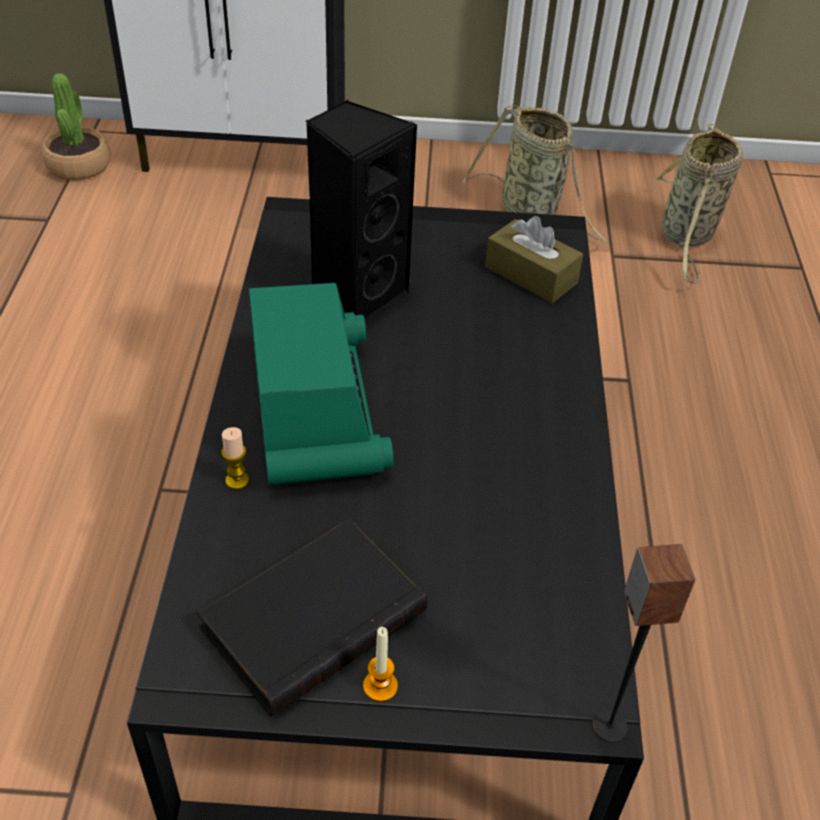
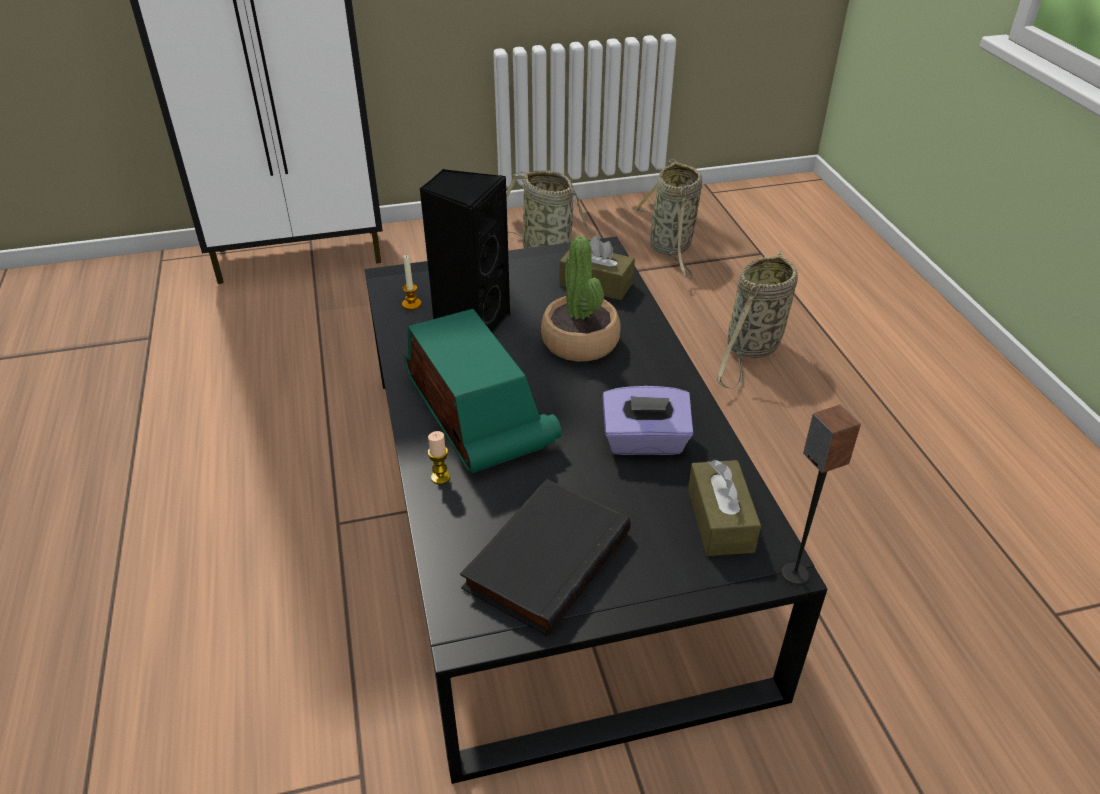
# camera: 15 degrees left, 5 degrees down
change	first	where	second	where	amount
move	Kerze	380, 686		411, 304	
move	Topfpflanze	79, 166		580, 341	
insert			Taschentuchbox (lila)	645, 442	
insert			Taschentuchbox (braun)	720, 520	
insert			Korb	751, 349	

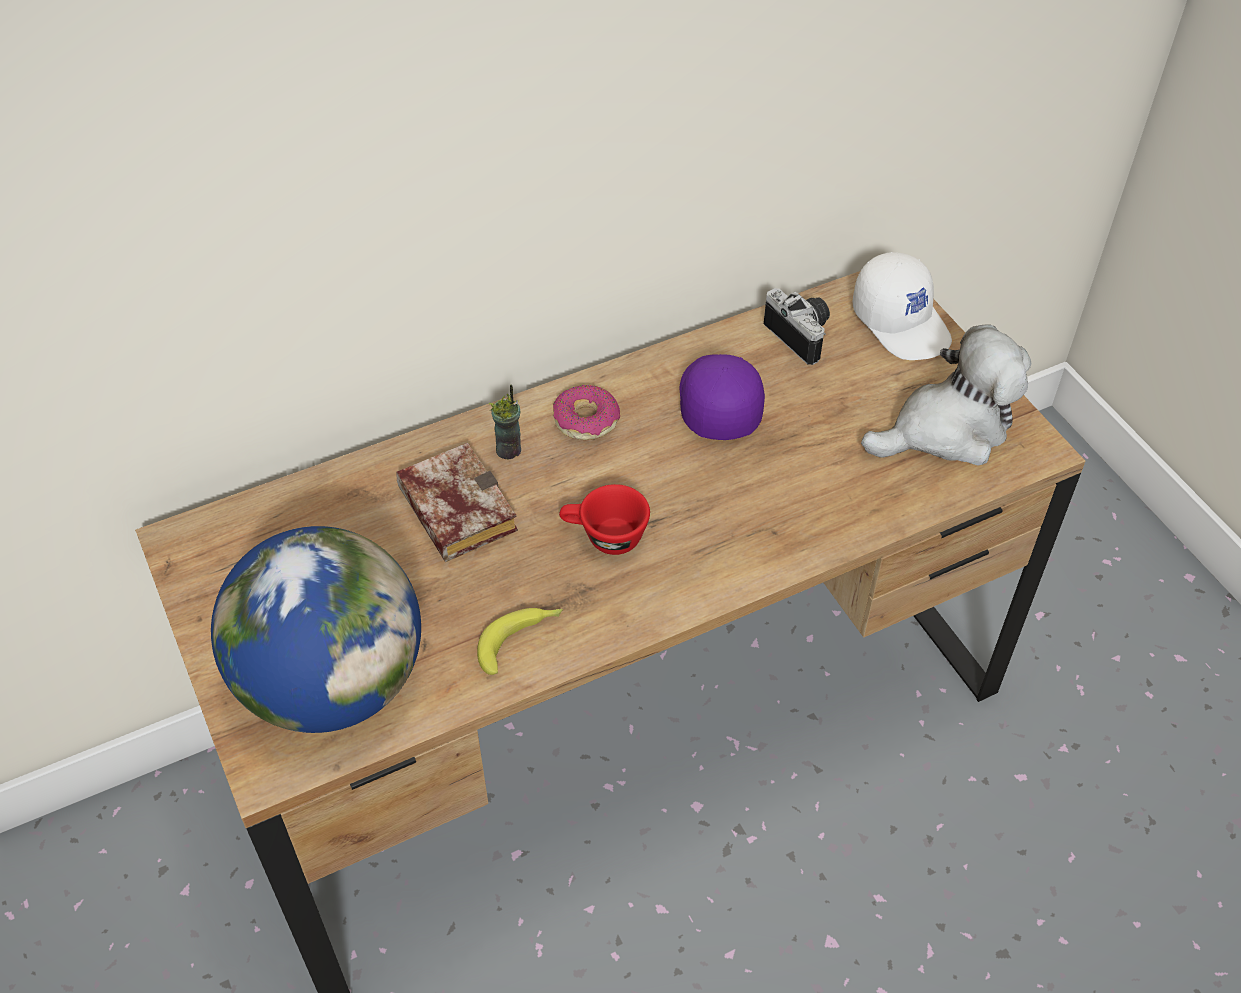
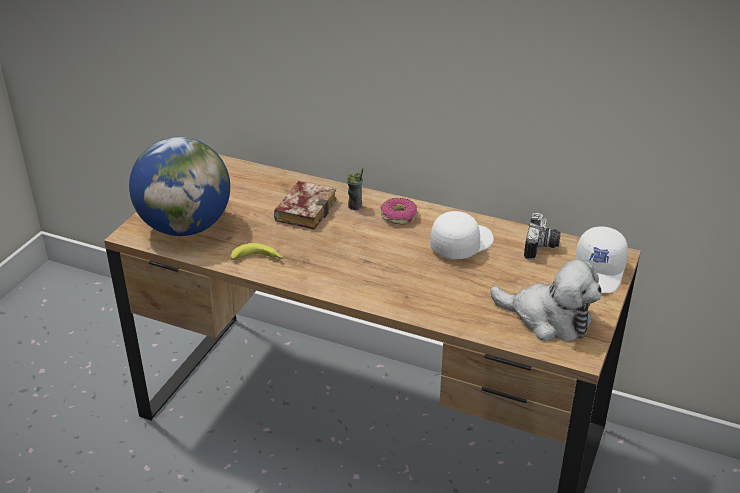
# camera: 50 degrees right, 15 degrees down
change	first	where	second	where	amount
recolor	Kappe (lila)	717, 403	Kappe (weiß)	461, 244	
delete	Tasse (rot)	604, 537			

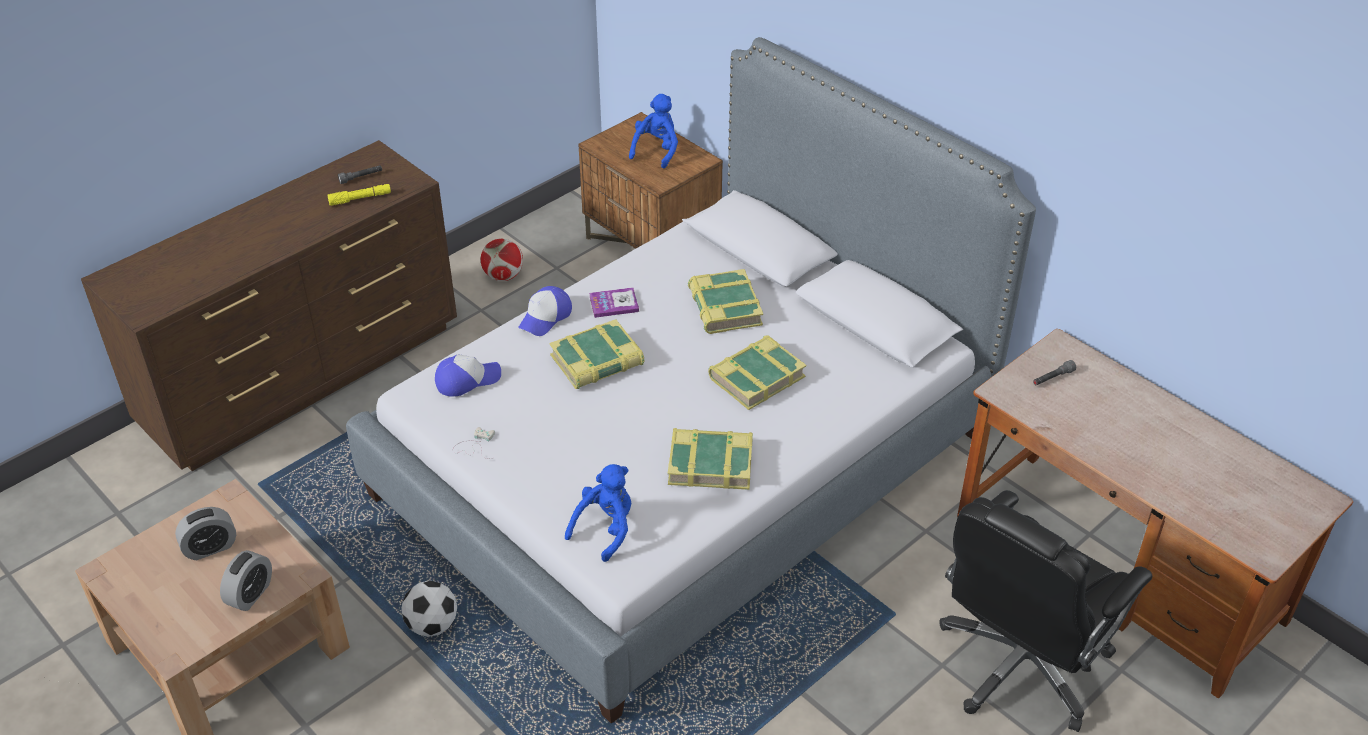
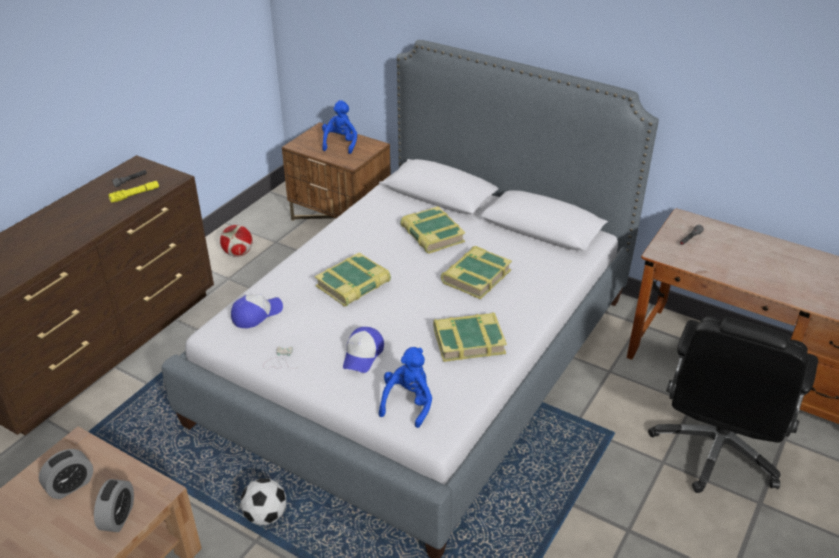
# camera: 15 degrees left, 5 degrees down
change	first	where	second	where	amount
move	Kappe	545, 317		363, 355	
delete	Buch	614, 304			

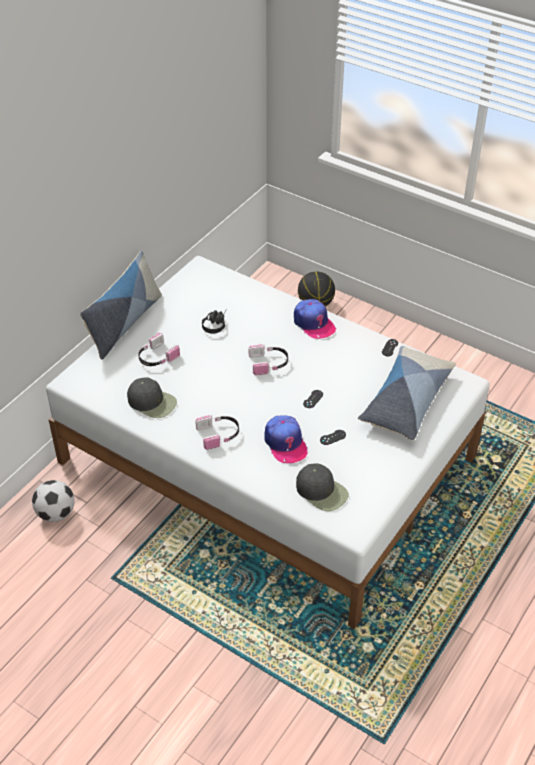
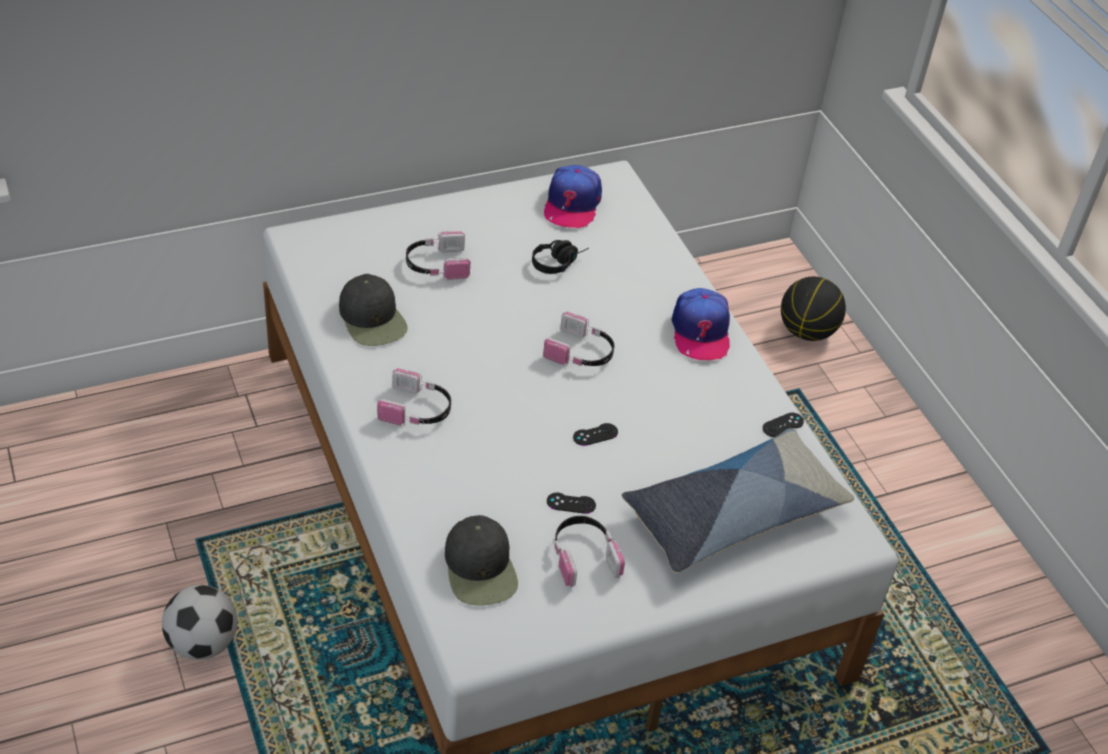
# camera: 30 degrees right, 0 degrees up
change	first	where	second	where	amount
move	Fußball	56, 513		203, 643	
move	Kappe	285, 443		572, 204	
insert			Kopfhörer	583, 556	
delete	Kissen	124, 324			

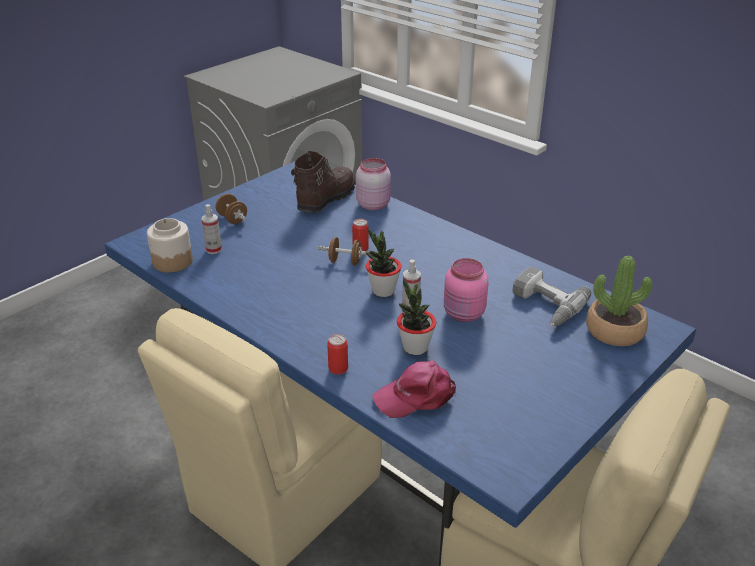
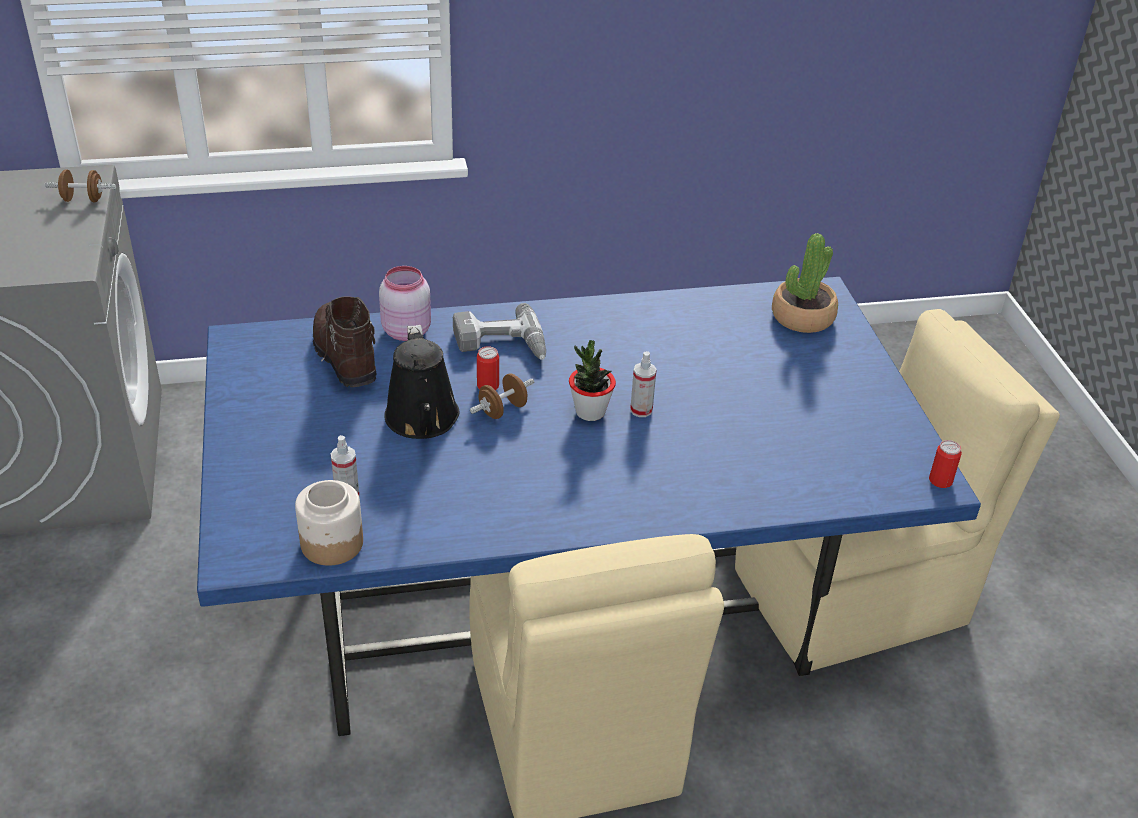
# camera: 55 degrees left, 5 degrees up
change	first	where	second	where	amount
move	Hantel (braun)	232, 219		83, 199	
insert			Gießkanne (schwarz)	423, 420	
move	Bohrmaschine	544, 305		501, 346	
move	Dose	338, 368		940, 480	
delete	Kappe (rosa)	416, 396			
delete	Topfpflanze	415, 347			
delete	Vorratsglas (rosa)	464, 314			

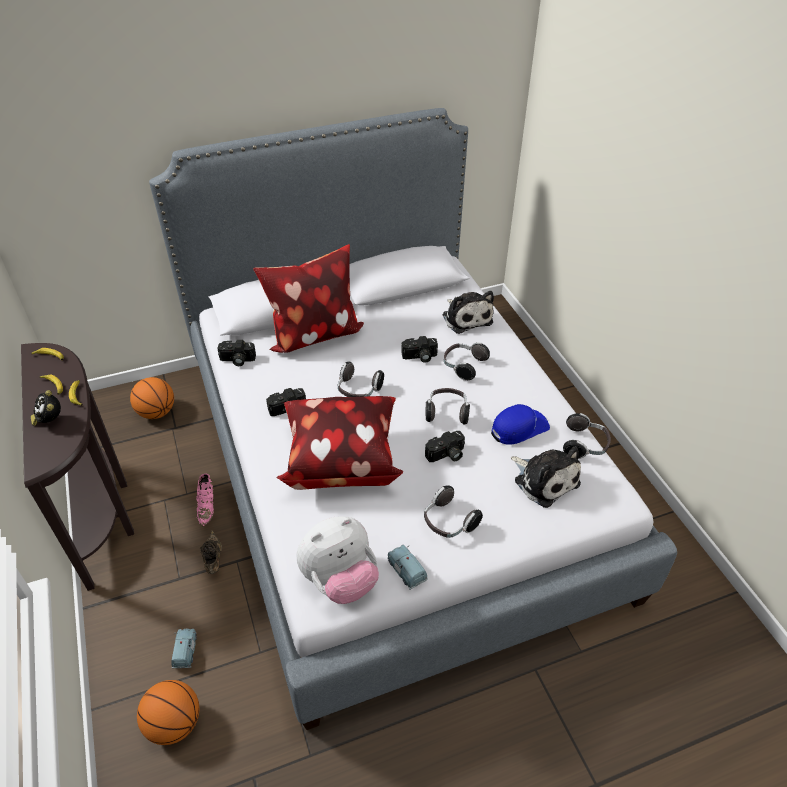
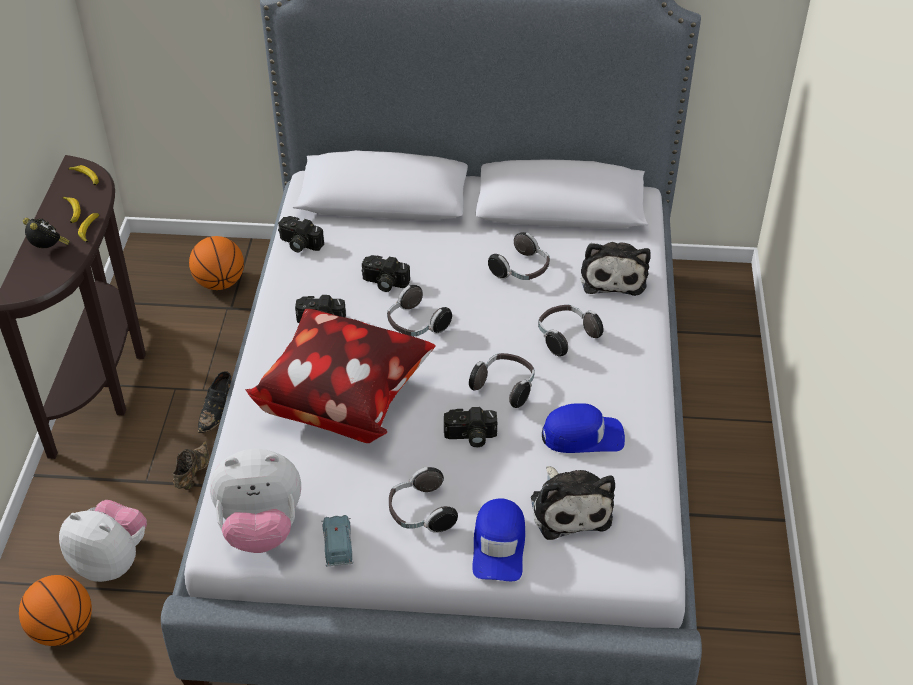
# camera: 25 degrees right, 0 degrees up
change	first	where	second	where	amount
rotate	Wecker	50, 420		49, 249	135 degrees clockwise
replace	Spielzeugauto (blau)	185, 651	Plüschtier	112, 561	
recolor	Schuh (rosa)	207, 505	Schuh (schwarz)	217, 411	
move	Kamera	419, 357		384, 283	
insert			Kappe (blau)	499, 545	
move	Kopfhörer	585, 445		522, 270	
delete	Kissen	313, 334			

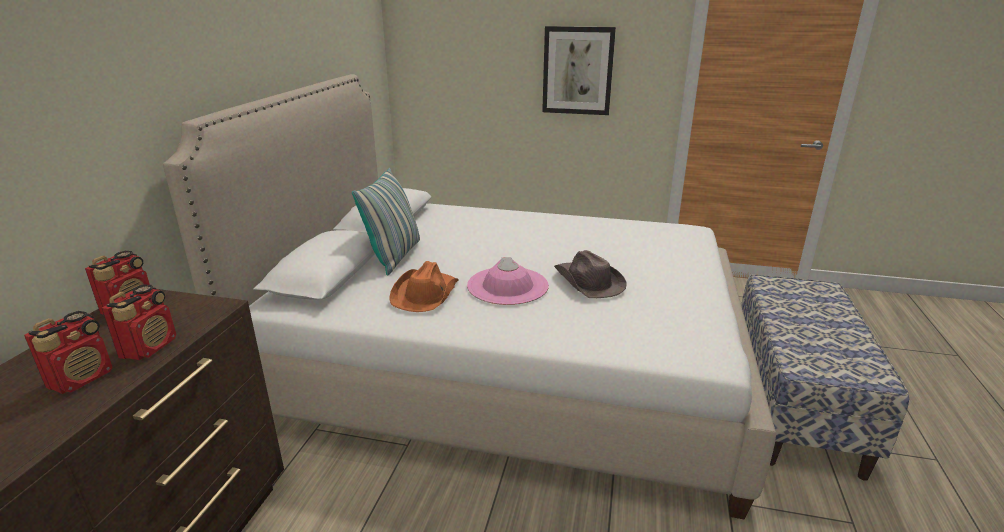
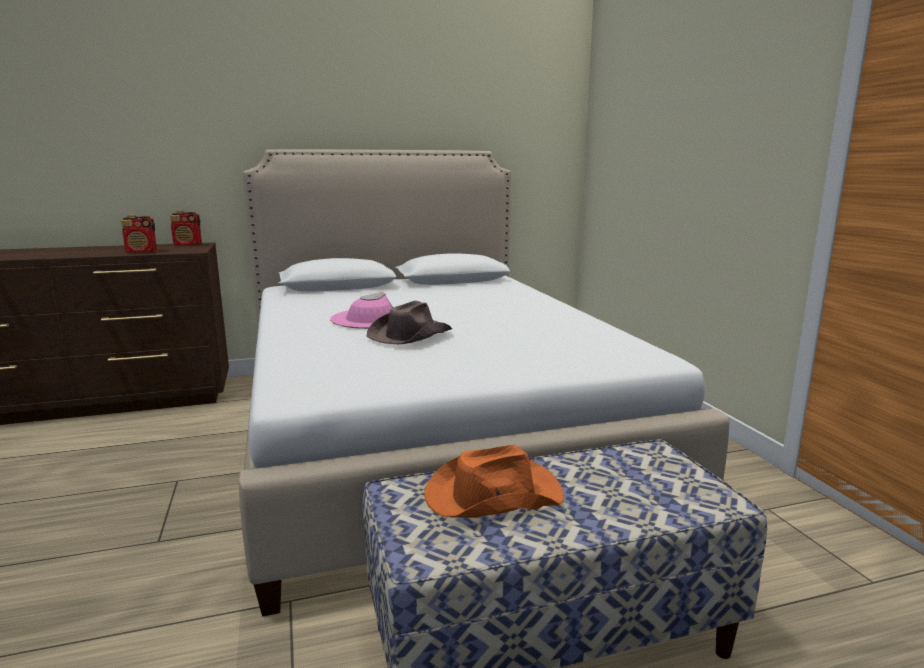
# camera: 60 degrees right, 10 degrees down
change	first	where	second	where	amount
move	Hut (orange)	425, 294		491, 495	
delete	Radio	82, 378			
delete	Kissen	394, 256			
delete	Bild	577, 71			

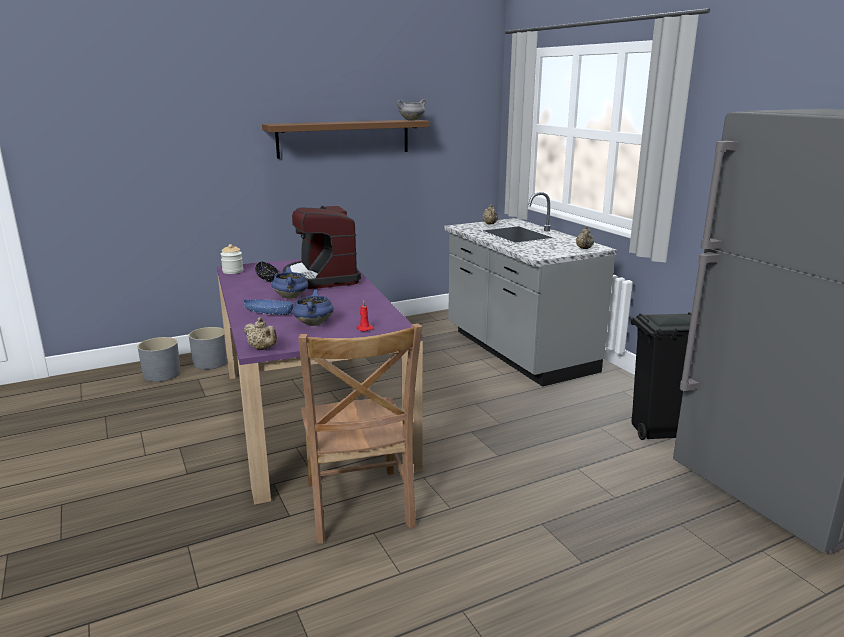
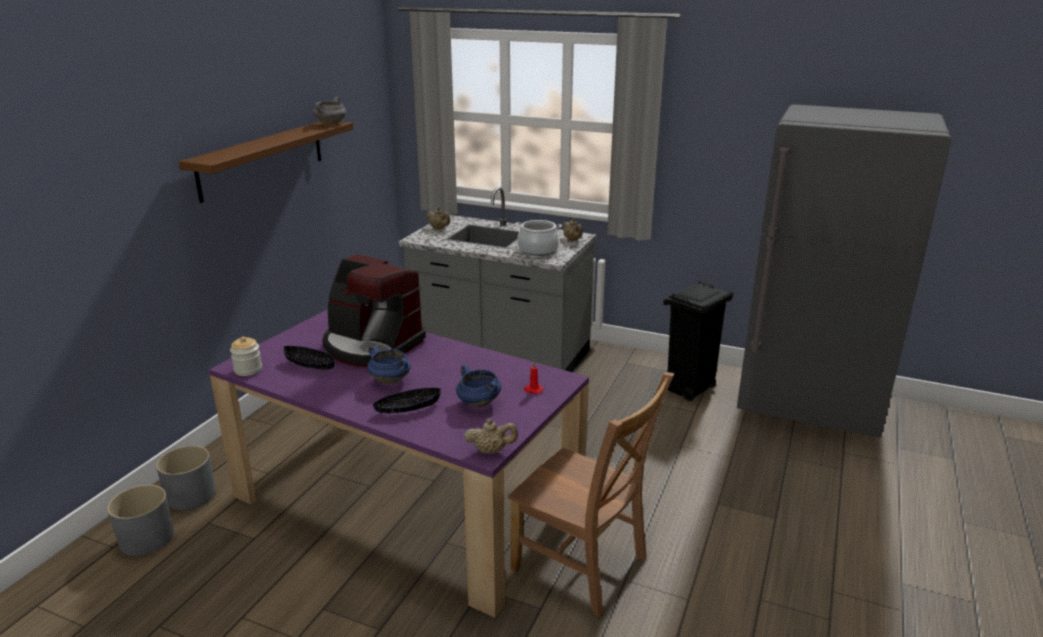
# camera: 40 degrees left, 5 degrees up
change	first	where	second	where	amount
recolor	Schüssel (blau)	268, 313	Schüssel (schwarz)	408, 408	
insert			Kochtopf	538, 250	

